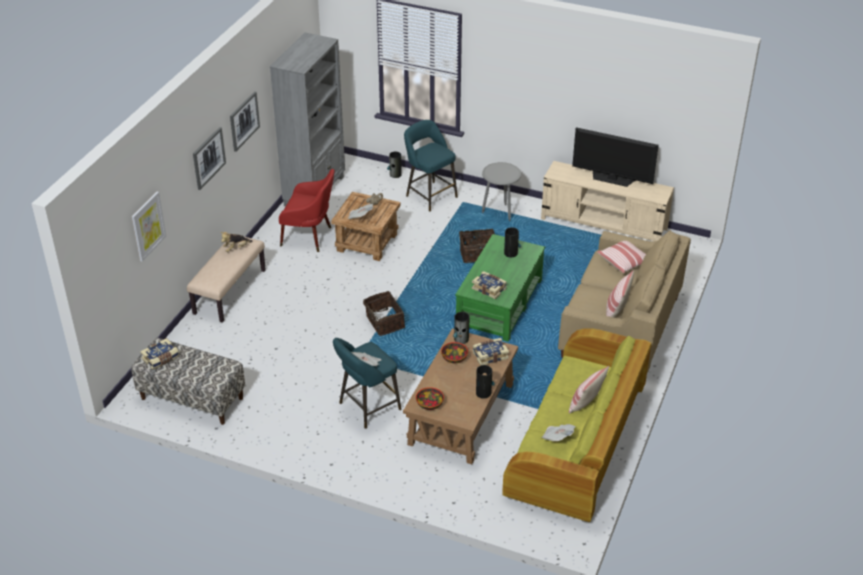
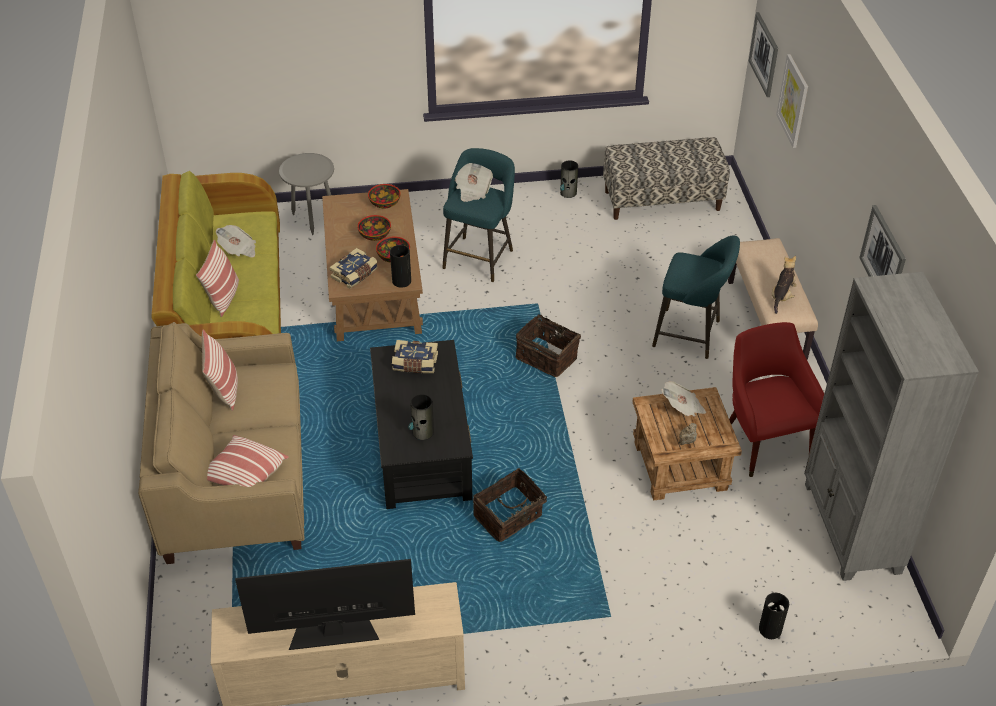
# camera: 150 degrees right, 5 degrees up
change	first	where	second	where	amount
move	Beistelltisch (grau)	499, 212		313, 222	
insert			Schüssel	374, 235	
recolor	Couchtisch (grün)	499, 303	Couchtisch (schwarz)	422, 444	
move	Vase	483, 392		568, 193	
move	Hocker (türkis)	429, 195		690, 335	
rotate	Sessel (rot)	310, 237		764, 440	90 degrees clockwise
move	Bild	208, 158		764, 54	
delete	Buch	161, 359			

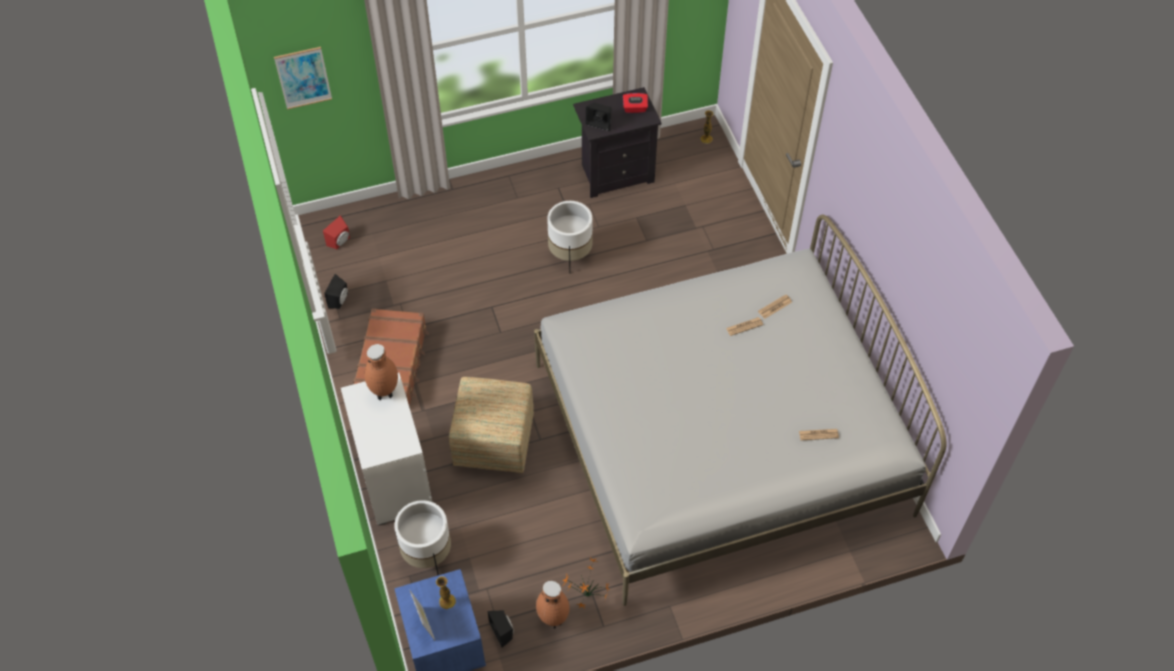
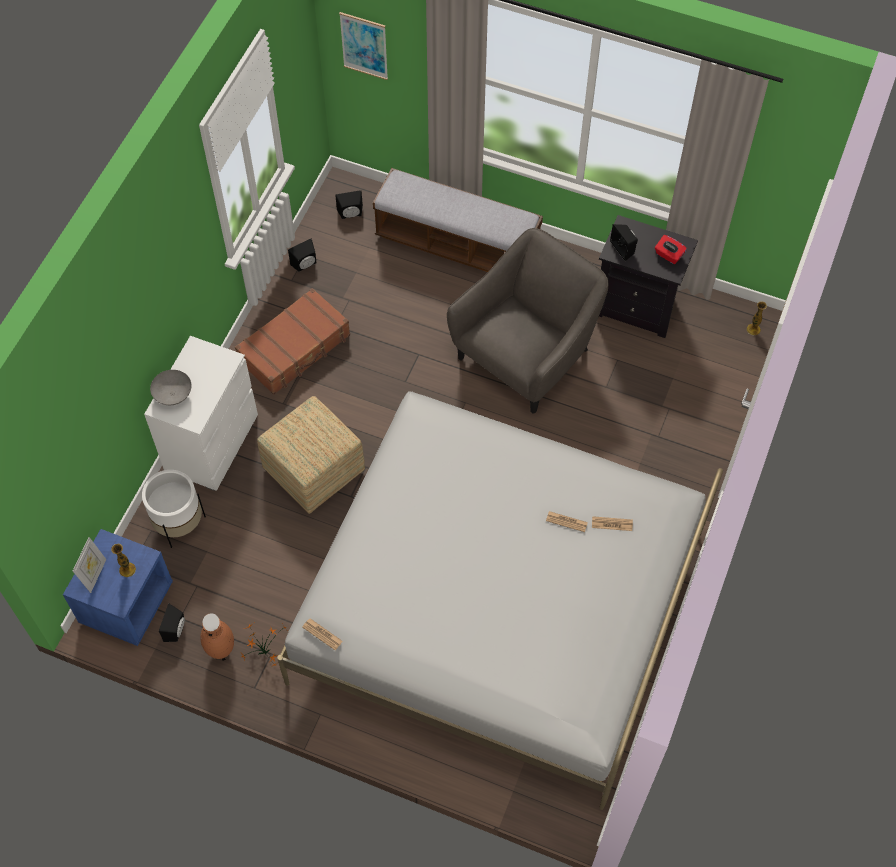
# camera: 40 degrees right, 5 degrees up
change	first	where	second	where	amount
insert			Schüssel (grau)	173, 395	
move	Zeitung	818, 434		322, 634	
recolor	Lautsprecher (rot)	340, 242	Lautsprecher (schwarz)	351, 214	
insert			Bank	457, 245	
replace	Pflanzkübel (weiß)	570, 255	Sessel (grau)	526, 354	
delete	Vase (braun)	385, 394			

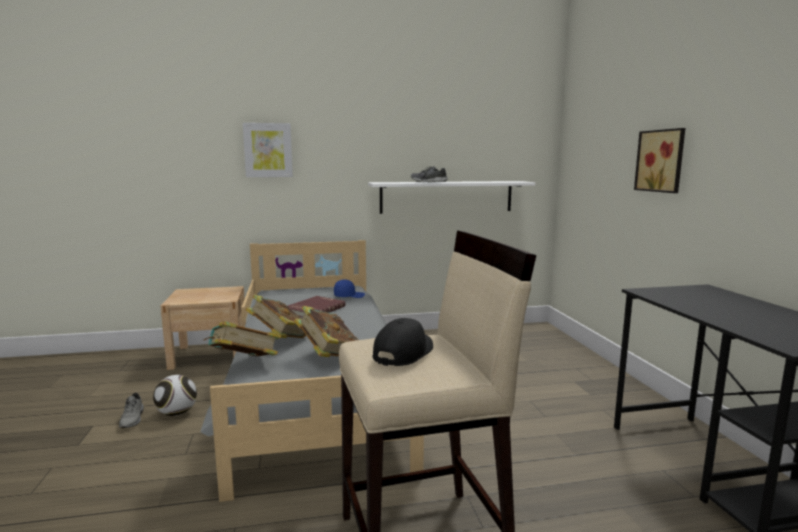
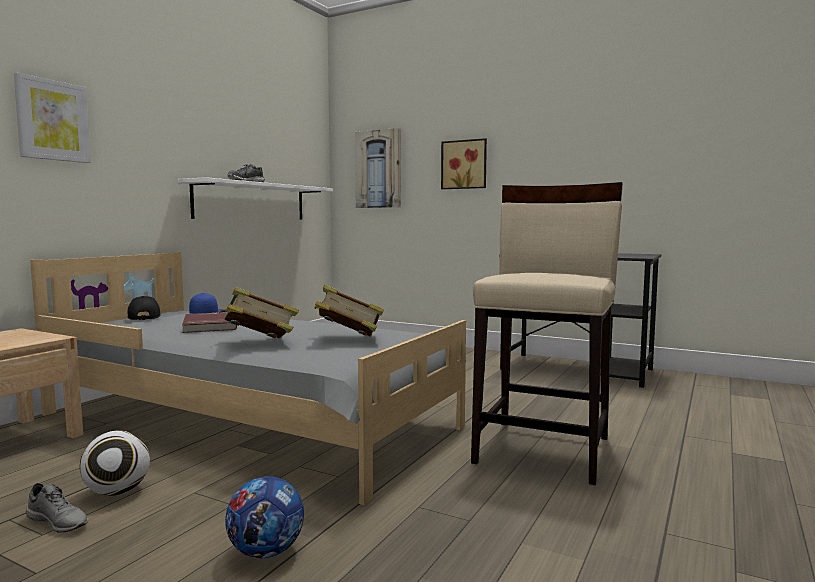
# camera: 50 degrees left, 5 degrees down
change	first	where	second	where	amount
move	Kappe (schwarz)	404, 352		144, 317	
insert			Fußball	266, 552	
insert			Bild	378, 169	
delete	Buch	244, 365			

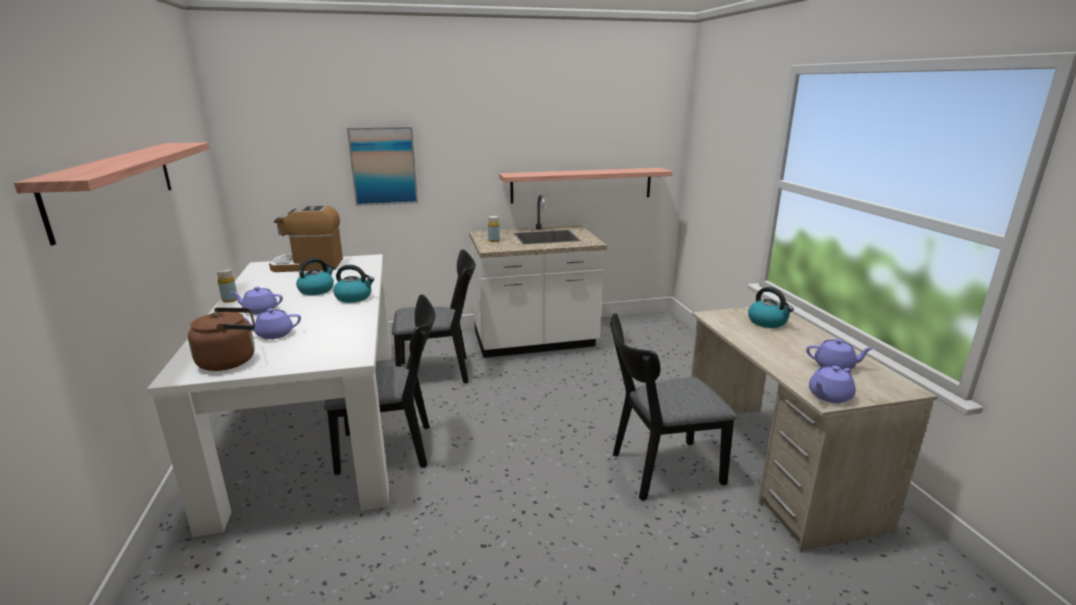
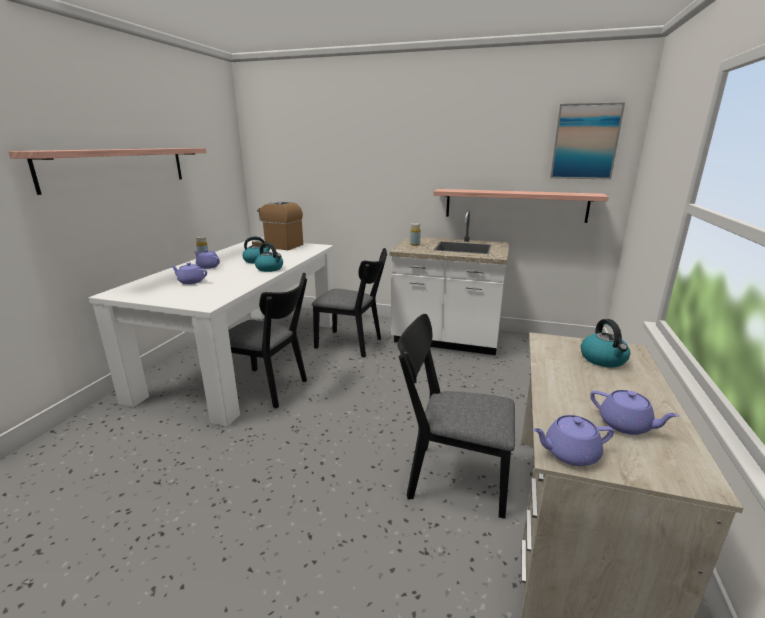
# camera: 30 degrees right, 0 degrees up
change	first	where	second	where	amount
move	Bild	383, 166		585, 142	
delete	Wasserkessel (braun)	231, 360			

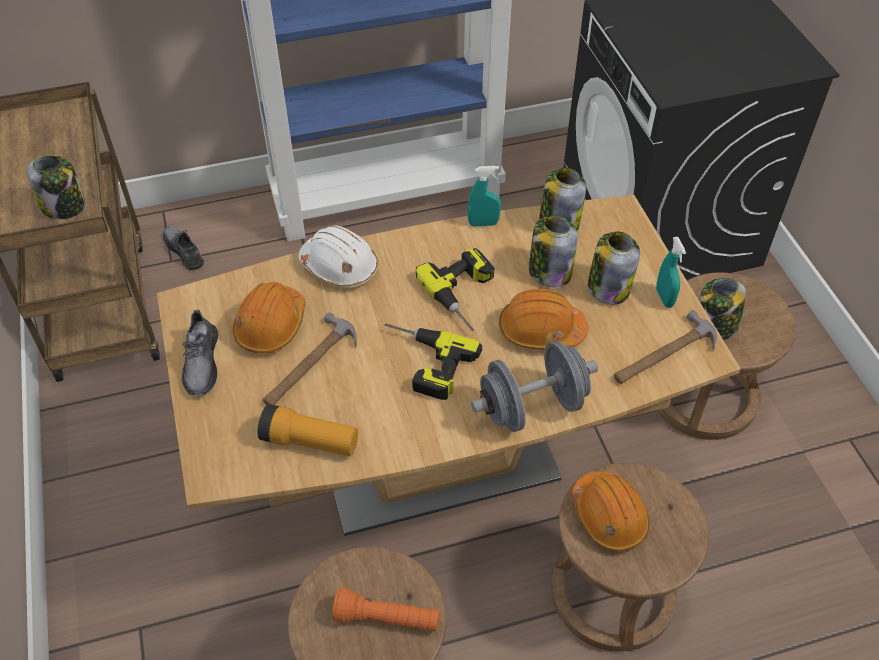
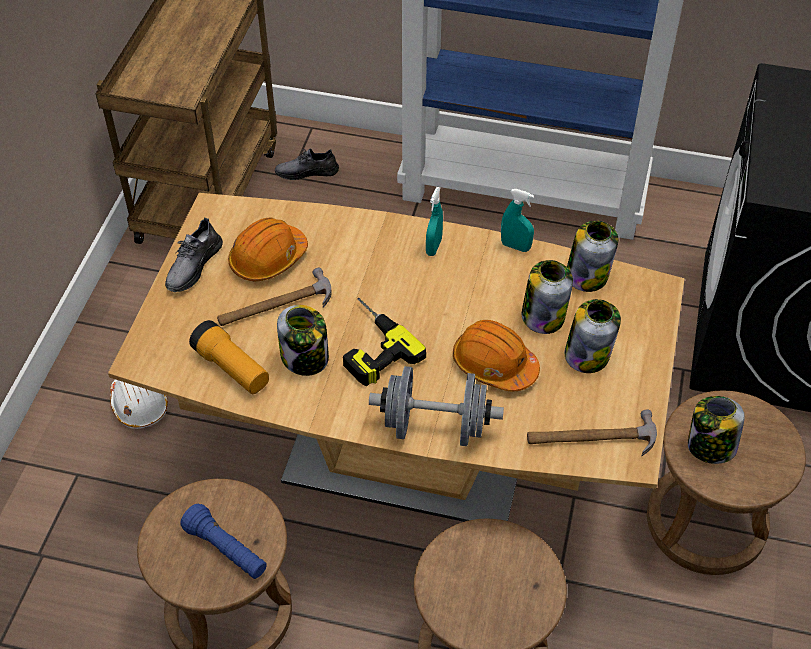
# camera: 30 degrees right, 0 degrees up
change	first	where	second	where	amount
move	Schutzhelm (weiß)	339, 267		139, 404	
recolor	Taschenlampe (orange)	387, 619	Taschenlampe (blau)	226, 550	
rotate	Schuh (grau)	184, 251		307, 172	90 degrees counterclockwise
move	Vorratsglas	64, 206		305, 358	
move	Sprühflasche (türkis)	664, 298		434, 247	
delete	Bohrmaschine	467, 294			
delete	Schutzhelm (orange)	608, 516			

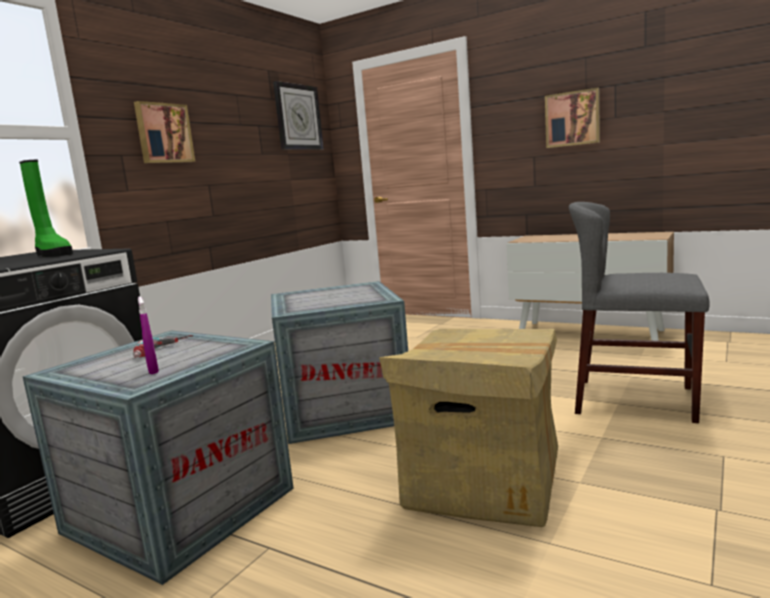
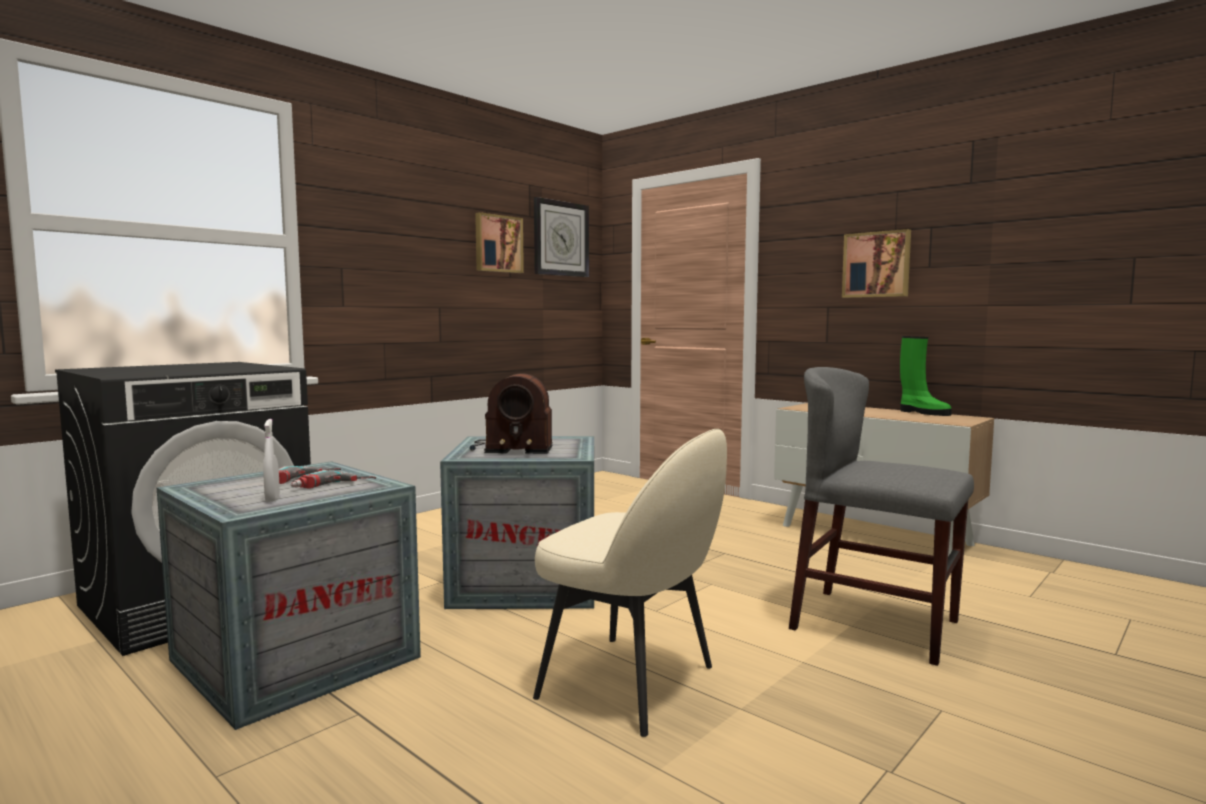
# camera: 10 degrees right, 5 degrees down
change	first	where	second	where	amount
recolor	Sprühflasche (lila)	153, 370	Sprühflasche (weiß)	272, 498	
insert			Bohrmaschine	333, 486	
insert			Radio	511, 448	
move	Bild	163, 133		498, 244	
replace	Karton	483, 478	Stuhl (beige)	631, 683	
move	Stiefel (grün)	52, 255		923, 413	

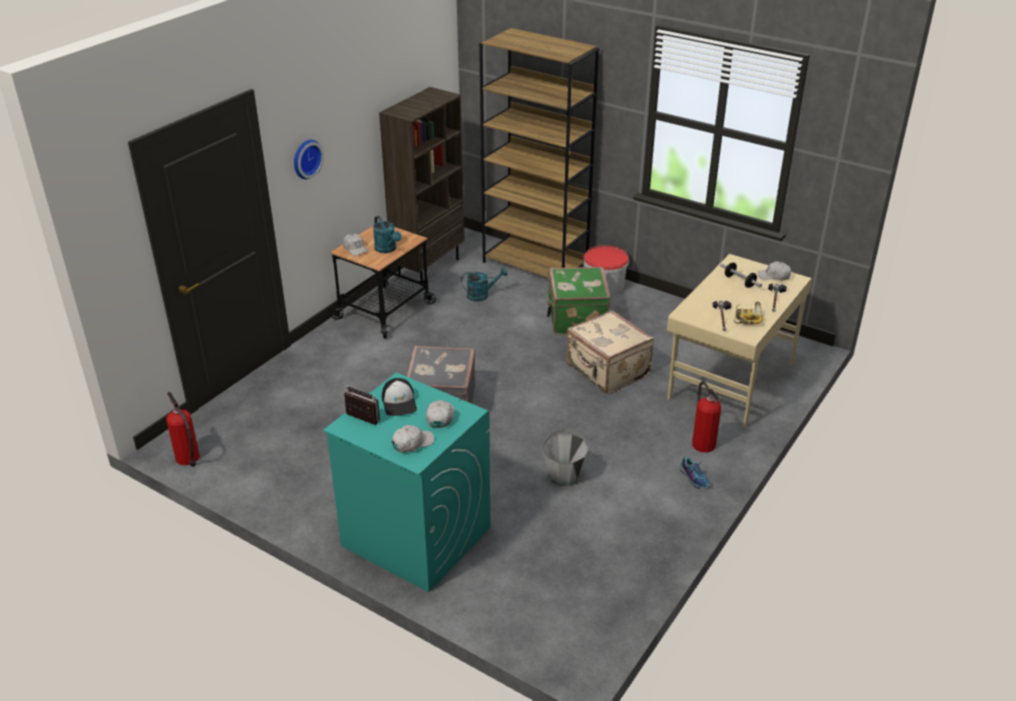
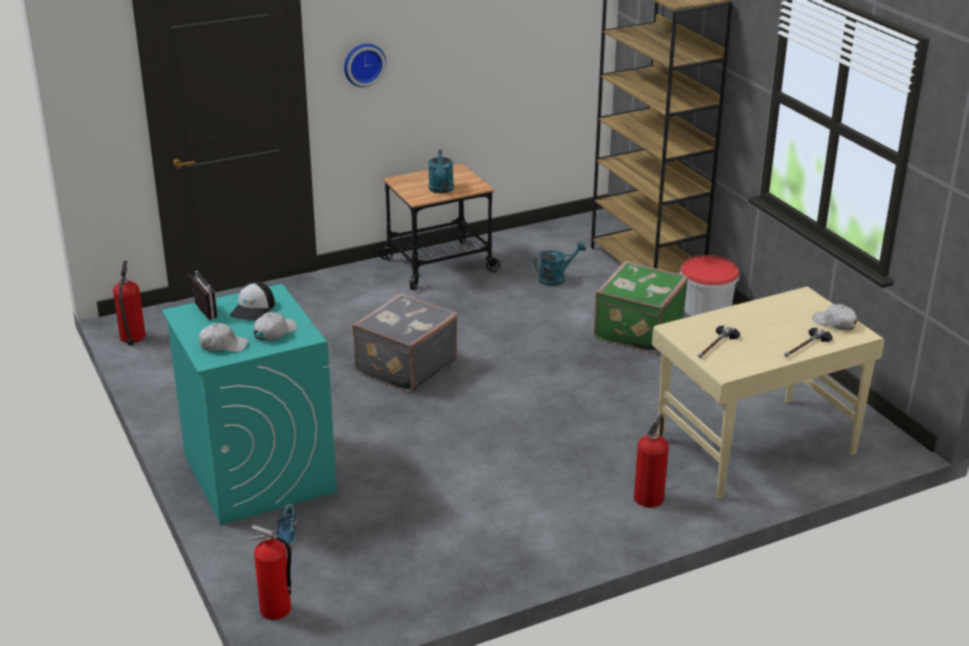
# camera: 30 degrees right, 5 degrees down
change	first	where	second	where	amount
insert			Feuerlöscher	276, 610	
move	Schuh	694, 477		287, 533	
rotate	Gießkanne (türkis)	482, 295		556, 278	45 degrees counterclockwise
delete	Kappe (weiß)	355, 248			
delete	Bücherregal (braun)	428, 267			
delete	Eimer (grau)	564, 476			
delete	Koffer (beige)	607, 371			
delete	Hantel	739, 281			
delete	Bohrmaschine	747, 317			

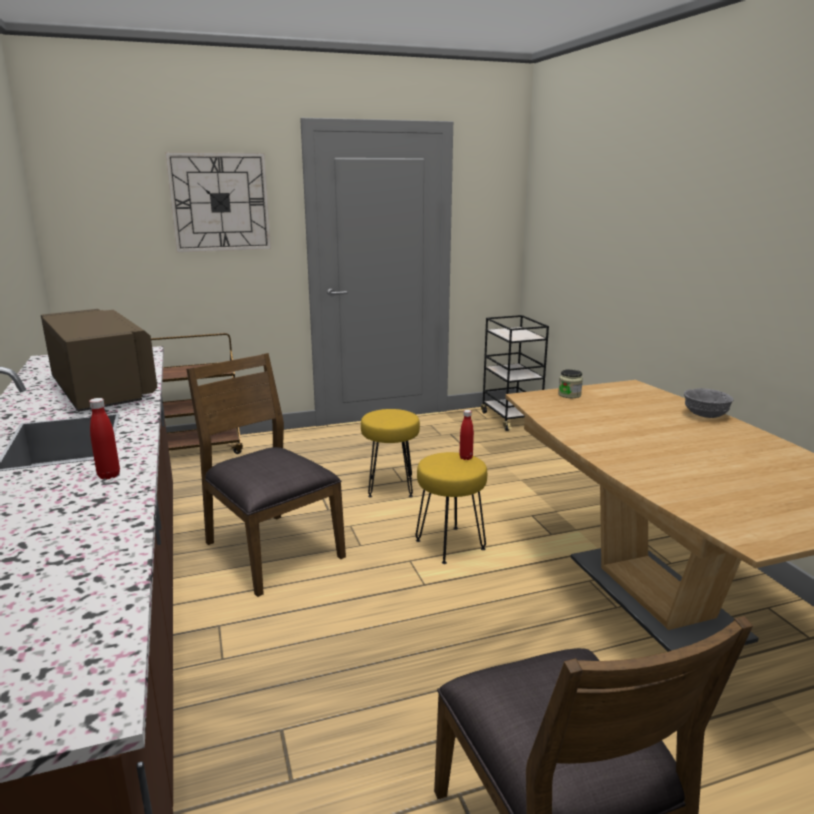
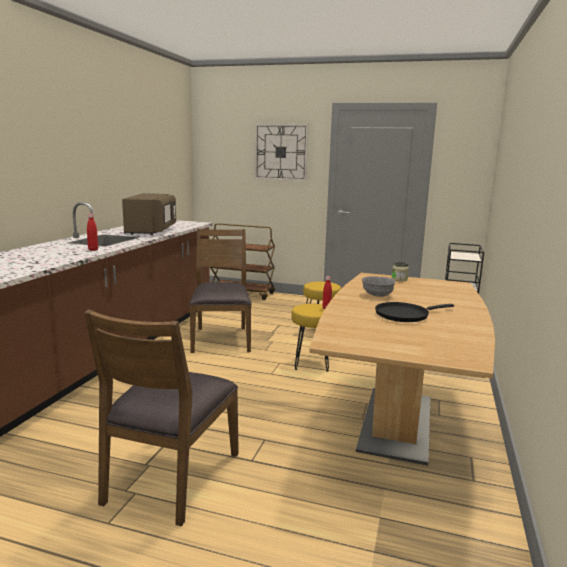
# camera: 35 degrees right, 5 degrees down
change	first	where	second	where	amount
move	Schüssel (grau)	704, 415		377, 295	
insert			Pfanne (schwarz)	404, 315	

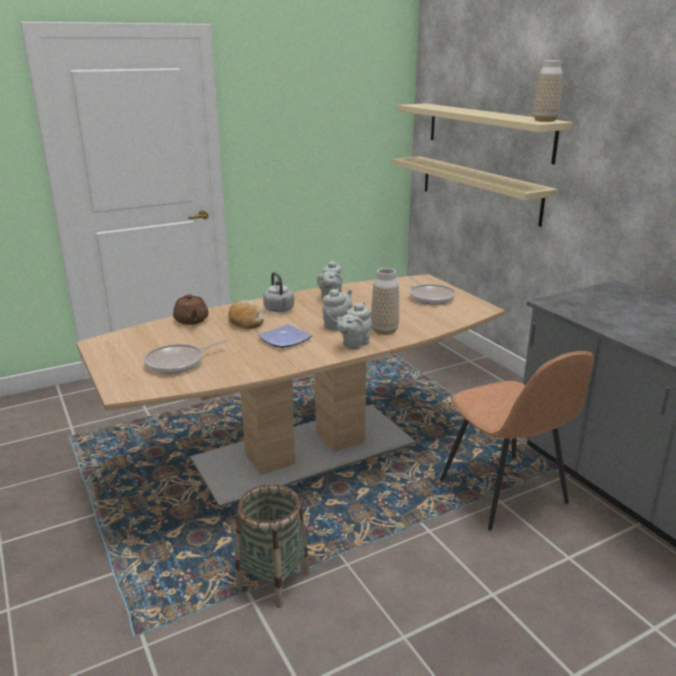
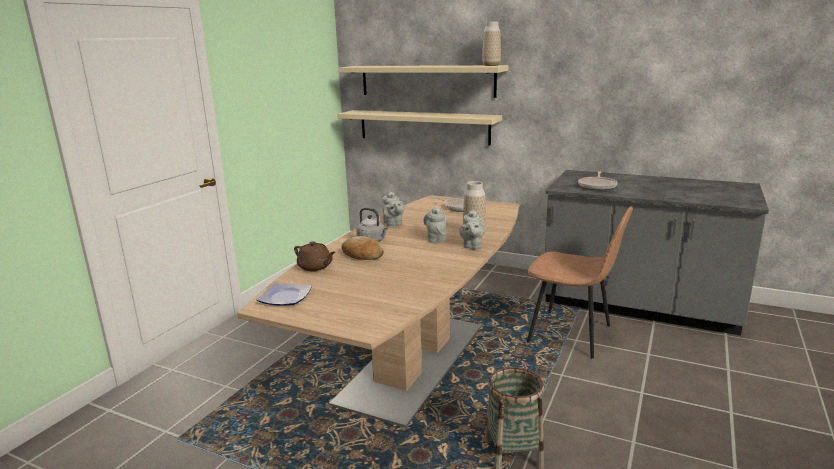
# camera: 35 degrees left, 5 degrees down
change	first	where	second	where	amount
move	Teller	286, 339		286, 297	
move	Pfanne	178, 363		597, 186	

